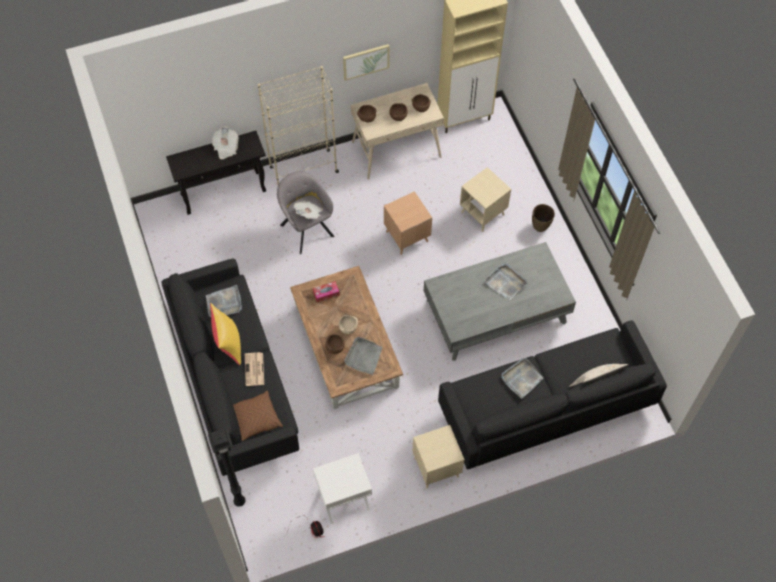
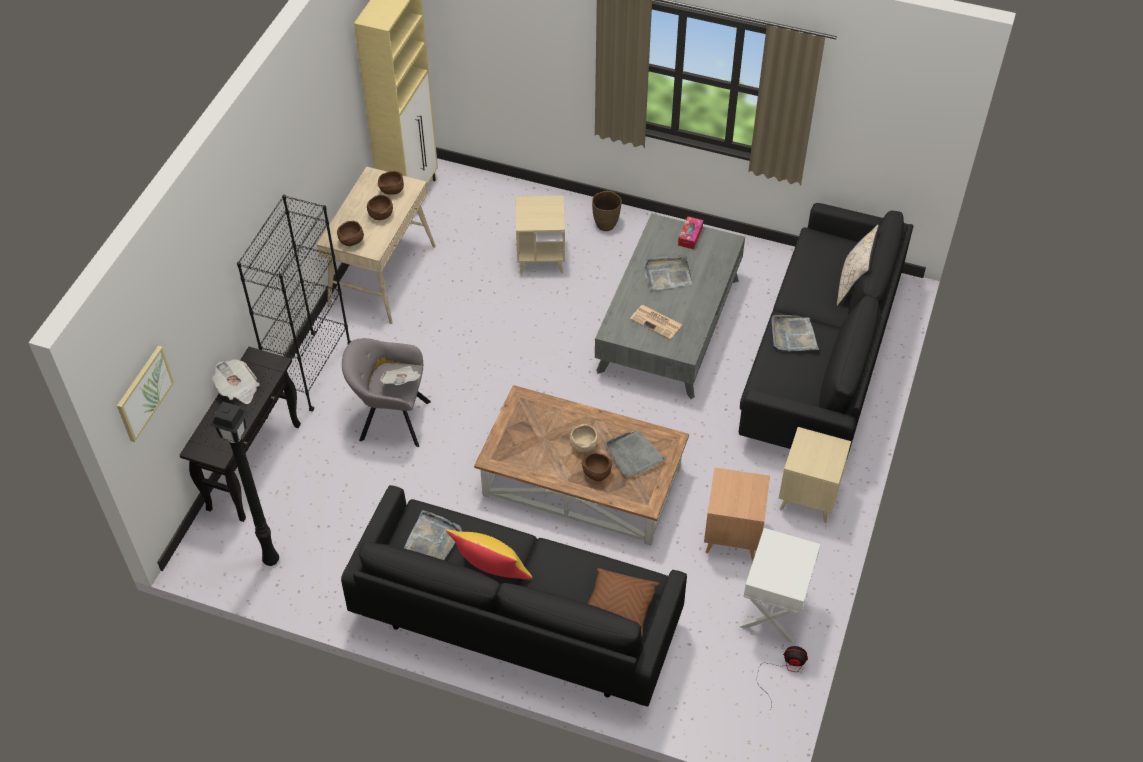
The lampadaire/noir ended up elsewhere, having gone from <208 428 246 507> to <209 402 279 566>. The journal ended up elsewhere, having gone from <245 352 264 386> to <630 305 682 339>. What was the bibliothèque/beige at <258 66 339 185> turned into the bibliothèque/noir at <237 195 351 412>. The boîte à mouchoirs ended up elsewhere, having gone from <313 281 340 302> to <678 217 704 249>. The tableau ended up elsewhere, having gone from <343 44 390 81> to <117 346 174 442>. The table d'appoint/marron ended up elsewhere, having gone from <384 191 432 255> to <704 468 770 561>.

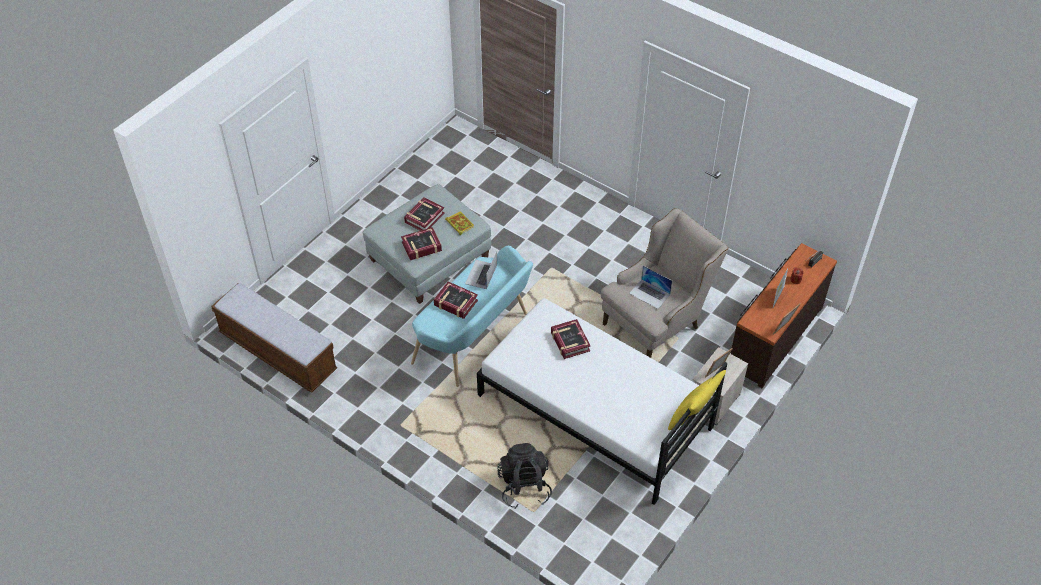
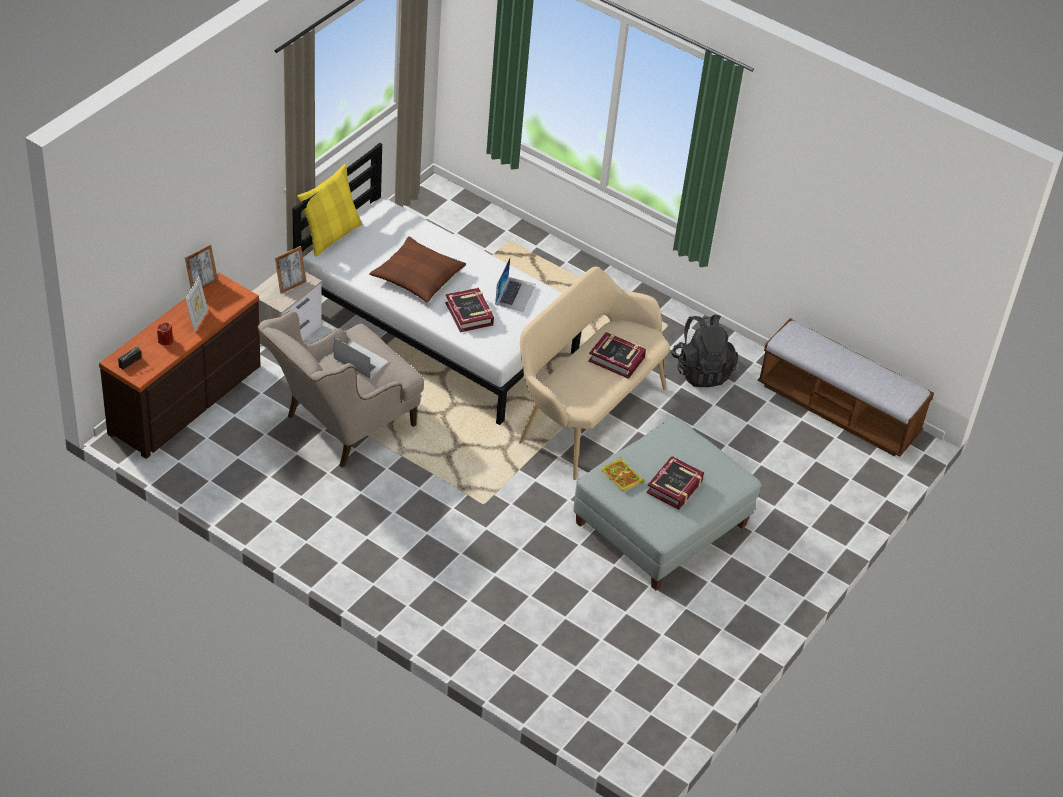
The second view lost the livre at <401 227 442 260>. What was the banc/turquoise at <411 246 533 387> turned into the banc/beige at <519 267 670 480>. The ordinateur portable ended up elsewhere, having gone from <465 251 497 289> to <495 258 536 312>. The sac à dos/noir ended up elsewhere, having gone from <498 443 552 509> to <671 315 738 387>. The second view gained the coussin/marron at <369 236 466 302>.

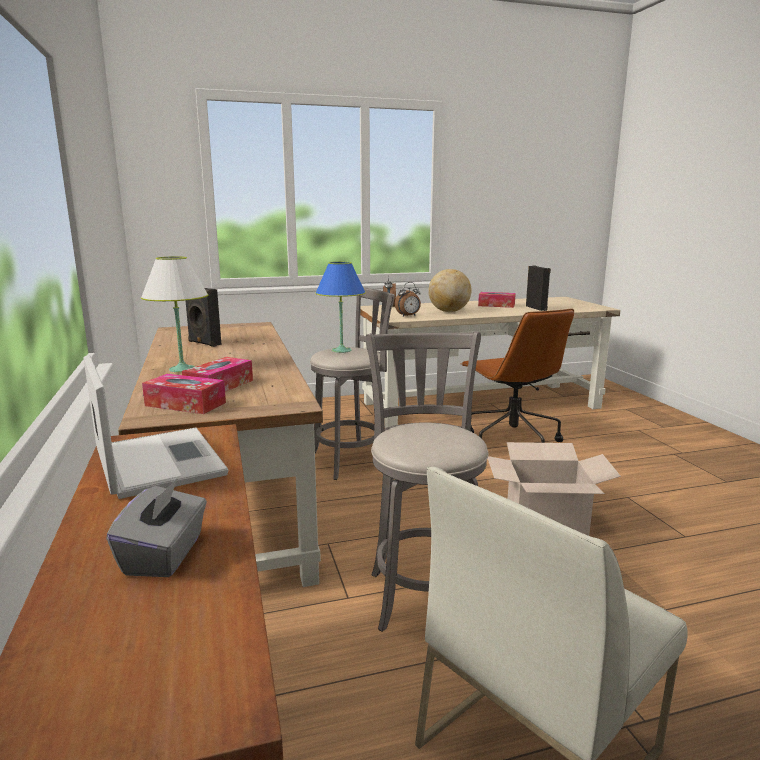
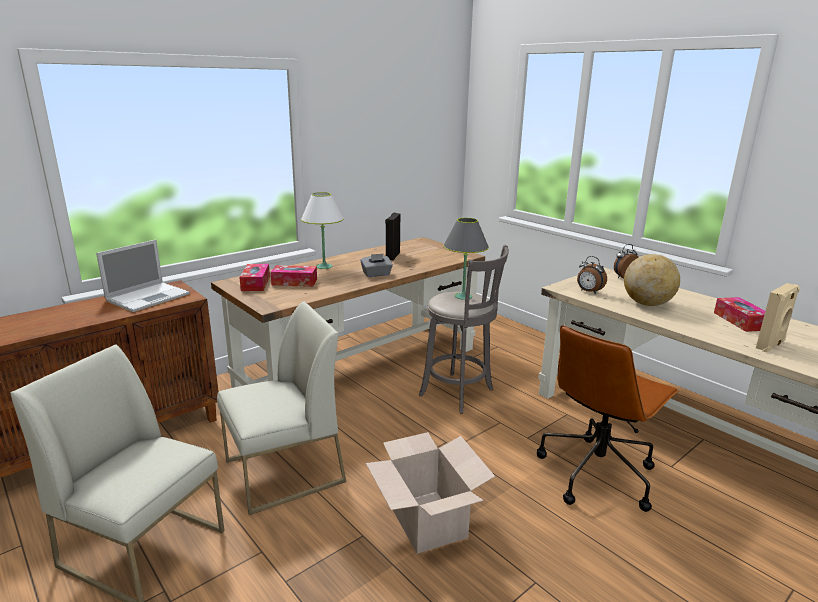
The boîte à mouchoirs/gris ended up elsewhere, having gone from <106 478 207 577> to <360 253 393 277>. What was the lampe de table/bleu at <315 262 366 353> turned into the lampe de table/gris at <443 218 489 300>. Where the tabouret/gris stood at <366 331 488 632>, the chaise/blanc came to stand at <217 301 346 515>. What was the enceinte/noir at <526 266 551 311> turned into the enceinte/beige at <756 283 800 353>.

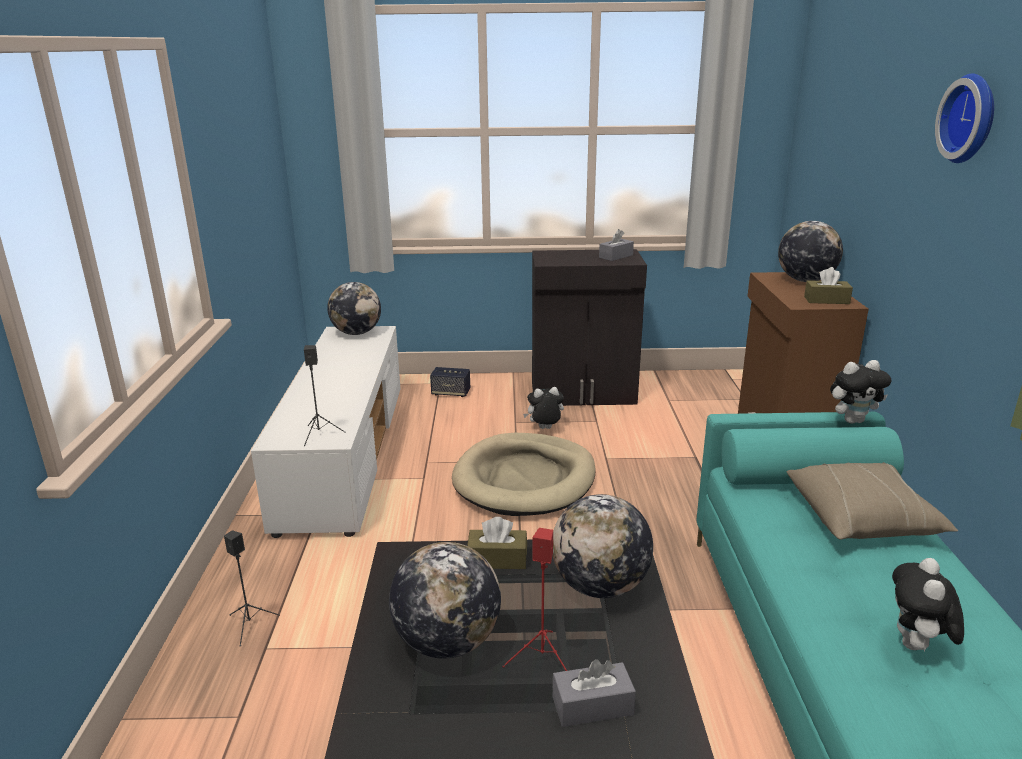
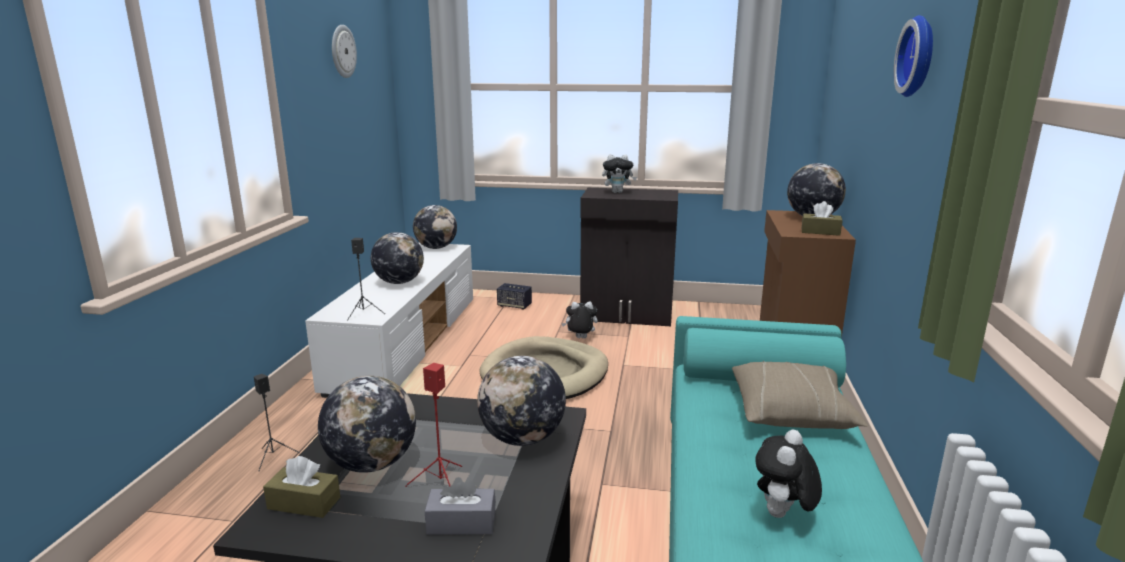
The boîte à mouchoirs/marron ended up elsewhere, having gone from <467 517 527 569> to <263 456 340 518>. The second view lost the boîte à mouchoirs/gris at <599 229 634 261>. The peluche ended up elsewhere, having gone from <830 360 891 424> to <602 154 637 193>. The second view gained the horloge murale at <332 25 357 78>. The second view gained the globe at <371 232 424 284>.

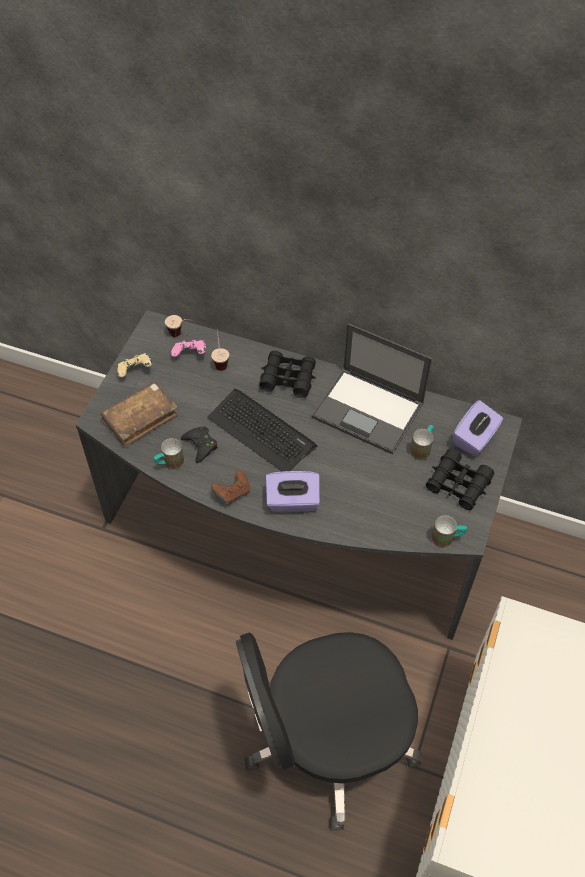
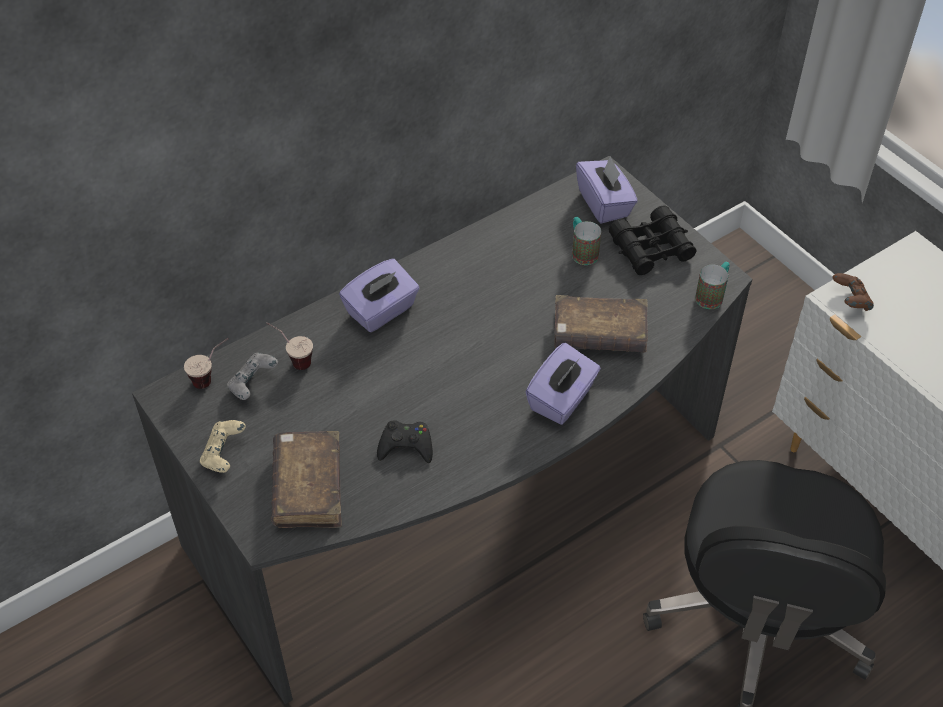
The second view lost the mug at <154 438 184 470>. What was the manette/rose at <171 340 206 357> turned into the manette/gris at <227 352 278 400>. The second view lost the clavier at <207 389 317 472>. The manette/marron ended up elsewhere, having gone from <211 470 250 504> to <833 273 874 311>. Where the jumelles/noir stood at <259 351 316 398>, the boîte à mouchoirs/violet came to stand at <339 259 420 332>. The second view lost the ordinateur portable at <312 323 432 454>. The second view gained the livre/marron at <554 295 648 353>.

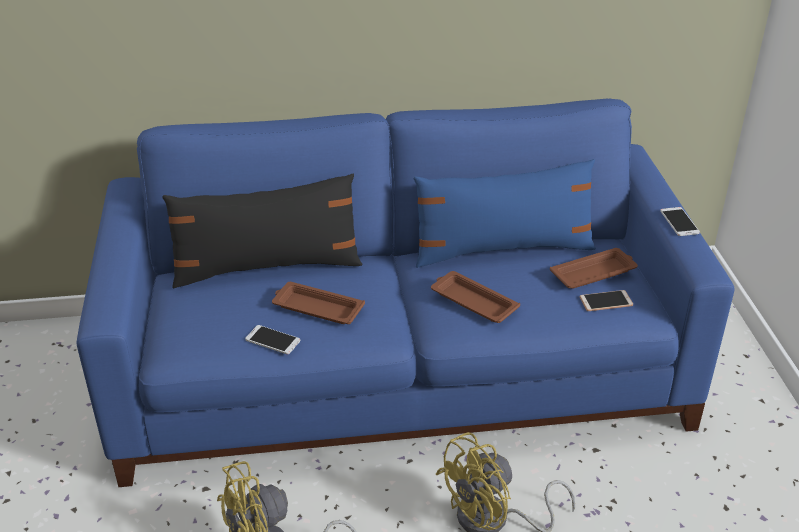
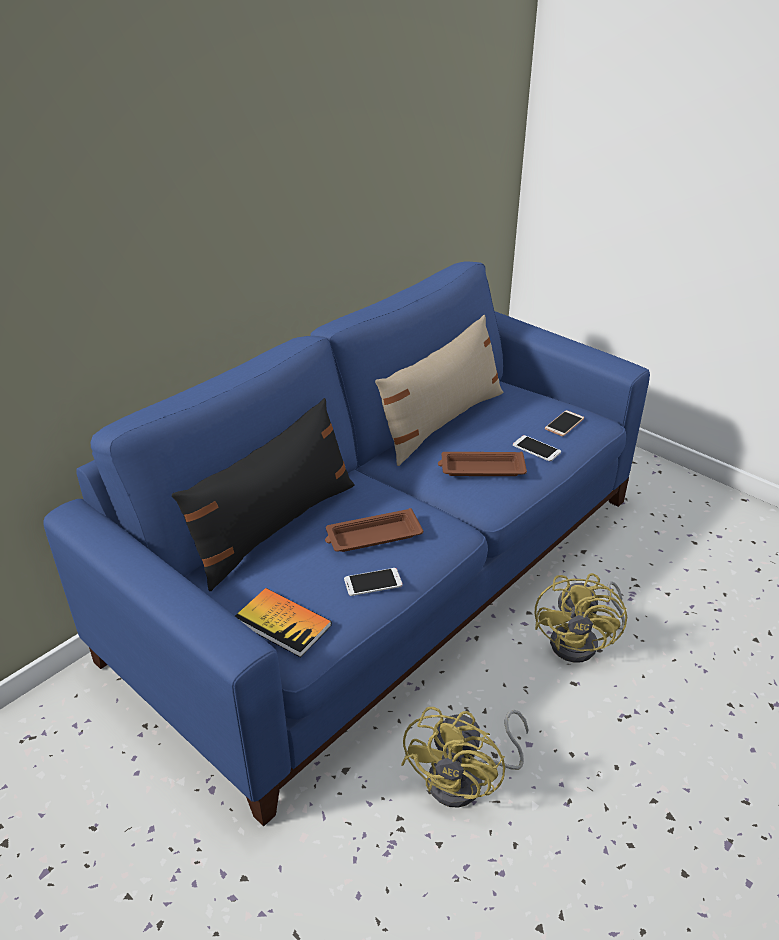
What was the coussin/bleu at <414 159 596 268> turned into the coussin/beige at <375 315 503 466>. The second view lost the plateau/marron at <550 248 638 289>. The téléphone ended up elsewhere, having gone from <660 207 700 236> to <513 435 561 461>. The second view gained the livre at <235 588 332 658>.

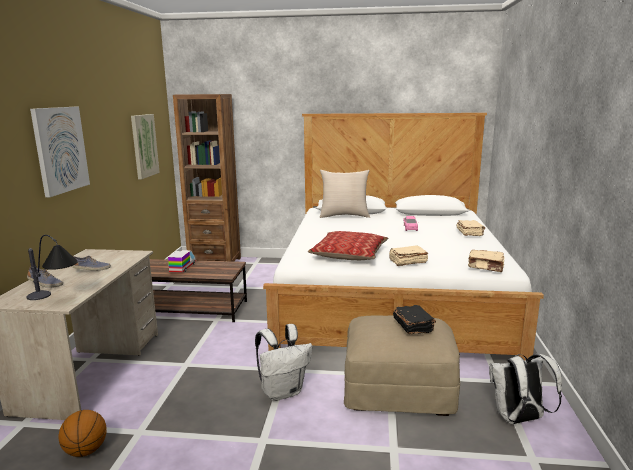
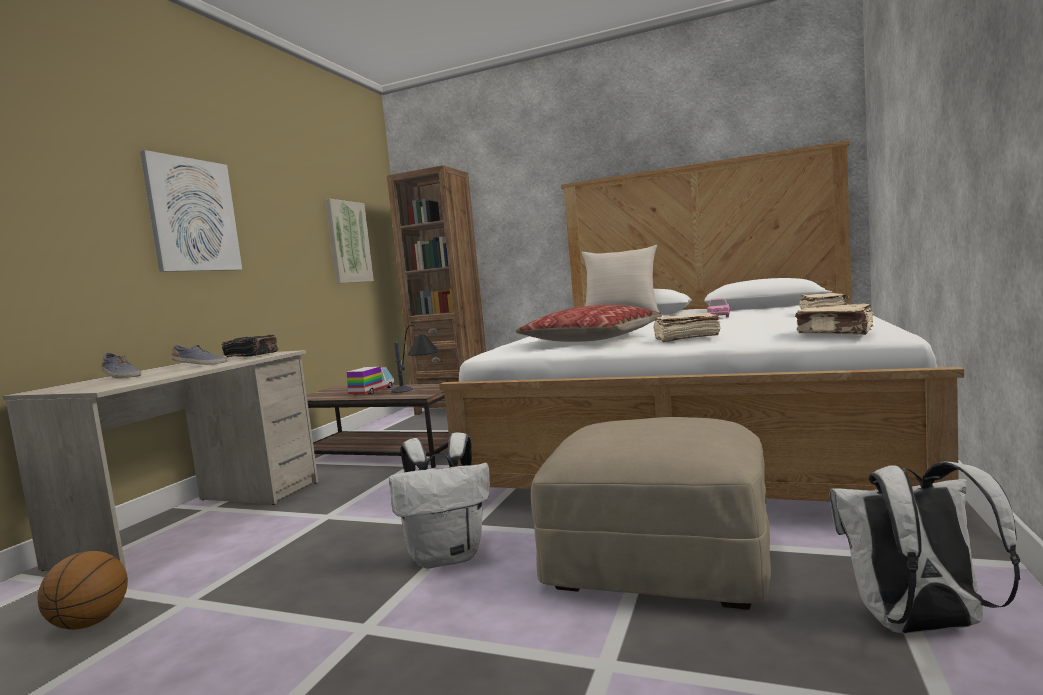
The lampe de table ended up elsewhere, having gone from <27 235 78 300> to <391 324 439 393>. The livre/noir ended up elsewhere, having gone from <393 305 436 334> to <222 335 279 357>.

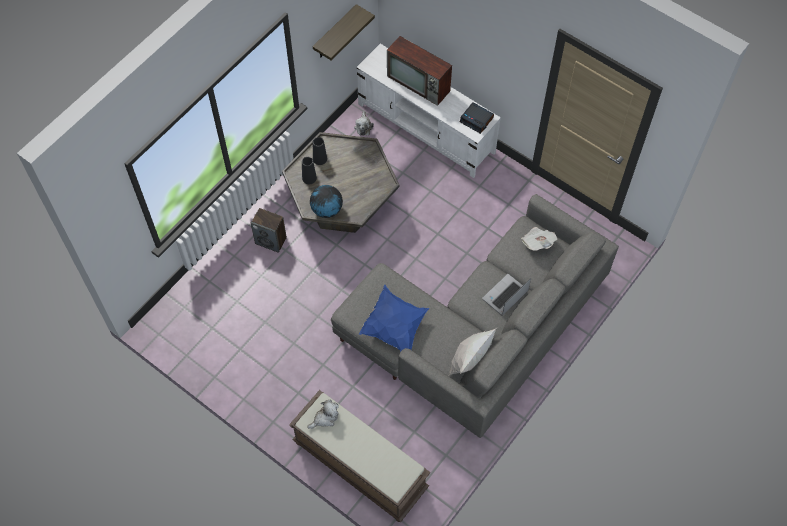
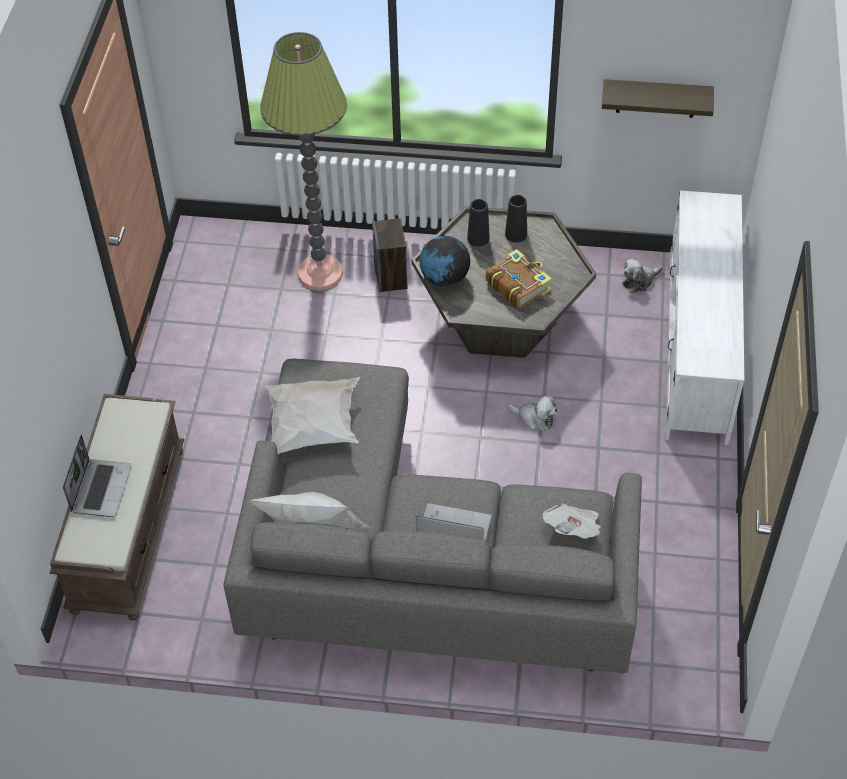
The peluche ended up elsewhere, having gone from <307 400 339 429> to <509 395 557 431>. What was the coussin/bleu at <359 285 430 352> turned into the coussin/blanc at <265 377 360 454>. The second view lost the téléviseur at <387 36 452 106>. The second view lost the réveil at <460 102 494 134>. The second view gained the ordinateur portable at <63 435 132 517>. The second view gained the lampadaire at <260 32 347 290>. The second view gained the livre at <486 249 552 309>.

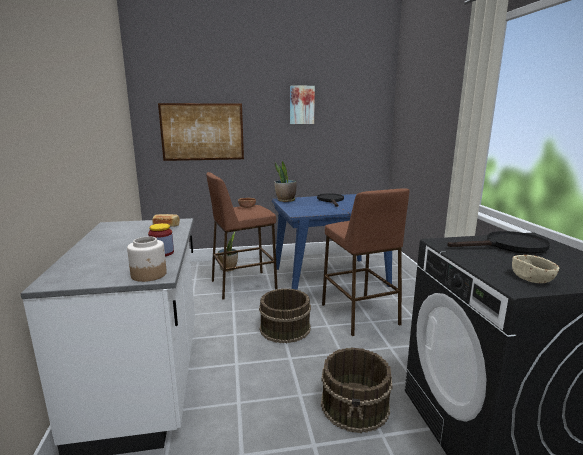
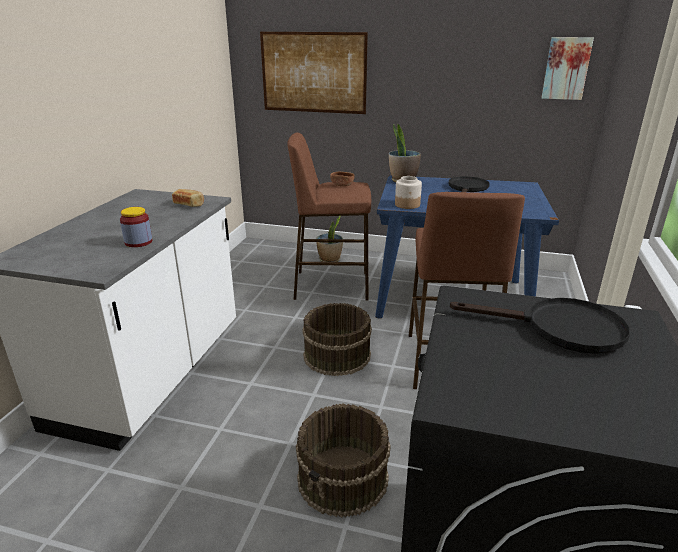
The bocal ended up elsewhere, having gone from <127 236 167 282> to <395 176 422 209>. The tableau ended up elsewhere, having gone from <290 85 315 124> to <542 37 594 100>. The second view lost the bol/beige at <512 255 559 283>.

